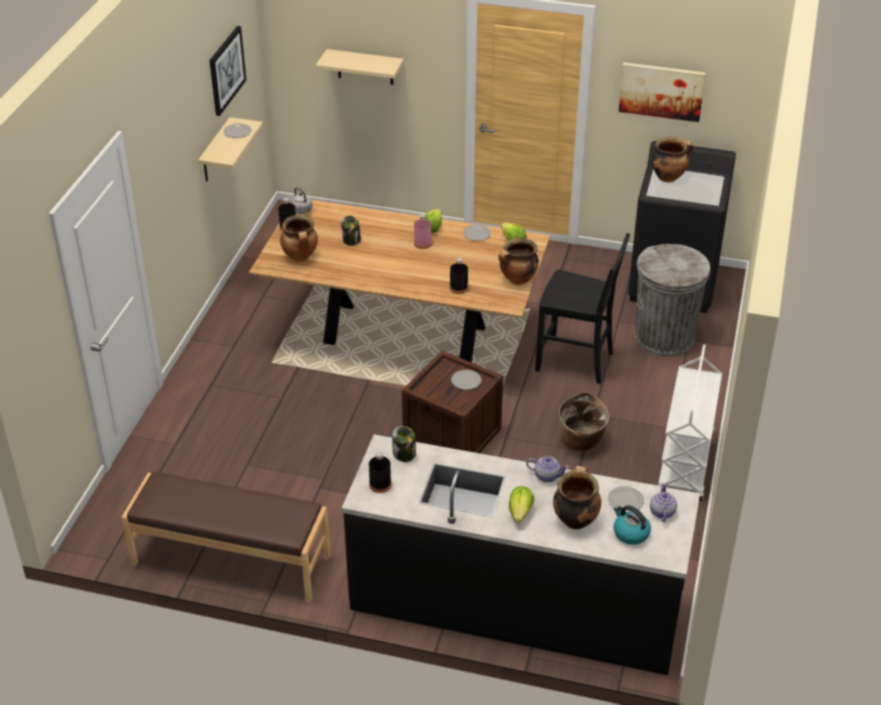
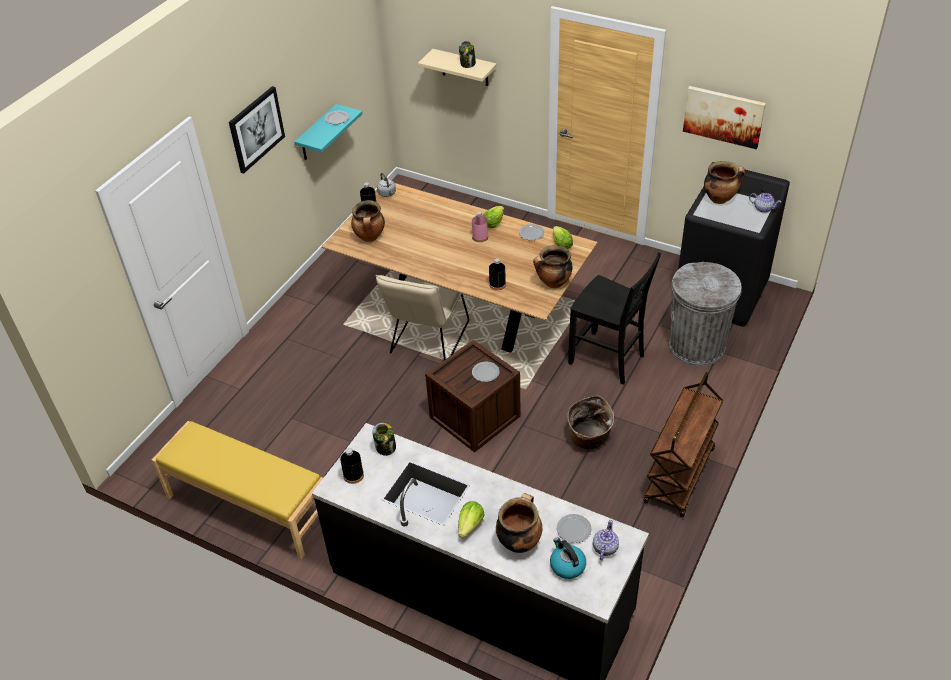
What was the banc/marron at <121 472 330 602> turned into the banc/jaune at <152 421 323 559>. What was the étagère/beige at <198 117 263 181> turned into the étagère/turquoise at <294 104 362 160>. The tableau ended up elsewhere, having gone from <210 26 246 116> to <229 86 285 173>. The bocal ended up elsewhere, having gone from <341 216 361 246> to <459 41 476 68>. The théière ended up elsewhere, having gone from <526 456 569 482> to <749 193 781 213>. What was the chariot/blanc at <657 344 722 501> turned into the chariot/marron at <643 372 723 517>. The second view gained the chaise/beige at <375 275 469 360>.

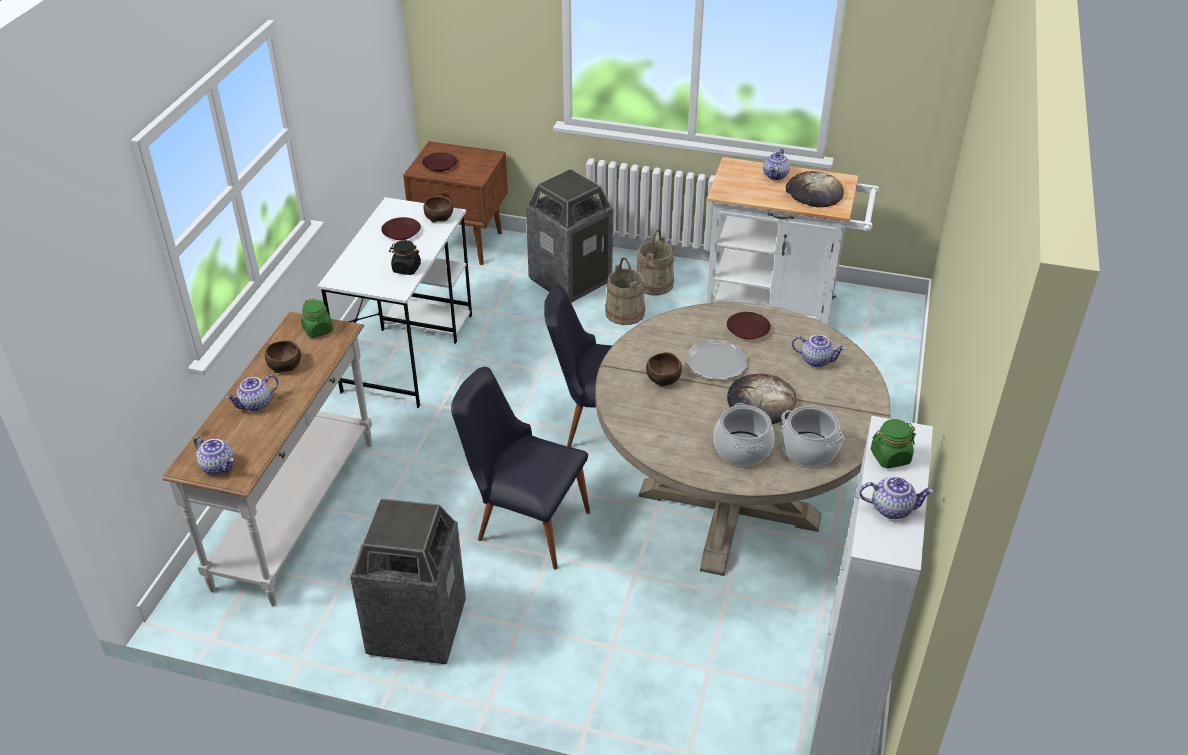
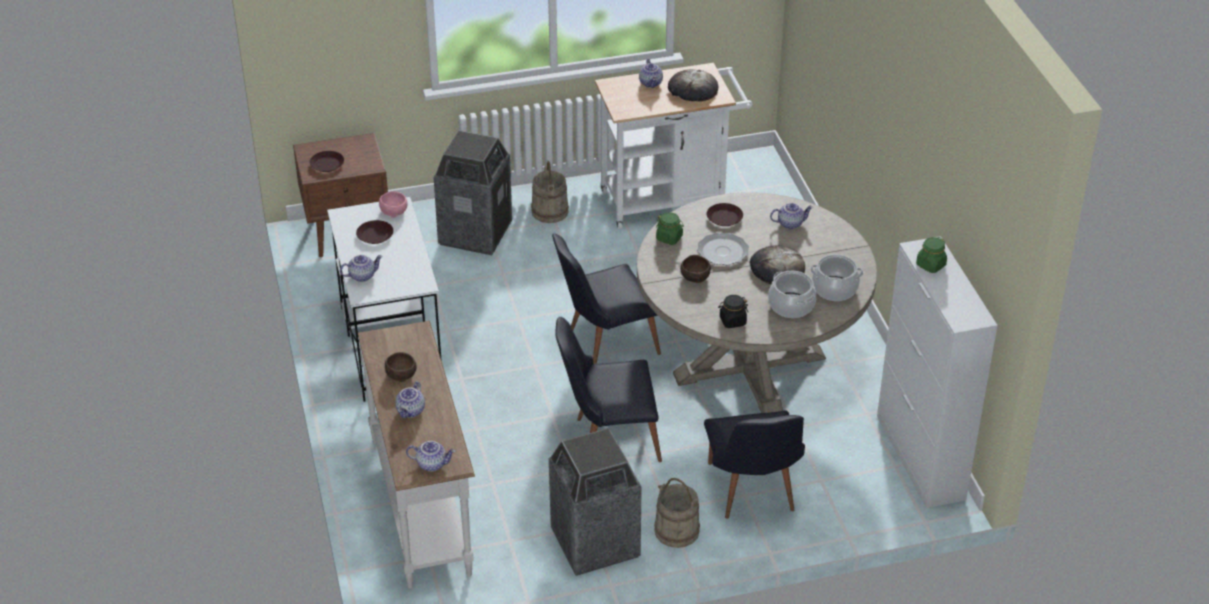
The bocal/vert ended up elsewhere, having gone from <301 299 333 338> to <656 212 684 245>. The bocal/noir ended up elsewhere, having gone from <389 240 421 275> to <718 295 748 328>. What was the bol/marron at <424 196 453 222> turned into the bol/rose at <379 191 408 218>. The seau/beige ended up elsewhere, having gone from <605 257 645 325> to <654 478 700 548>. The théière ended up elsewhere, having gone from <859 476 934 519> to <340 255 383 282>. The second view gained the chaise/noir at <704 411 805 519>.

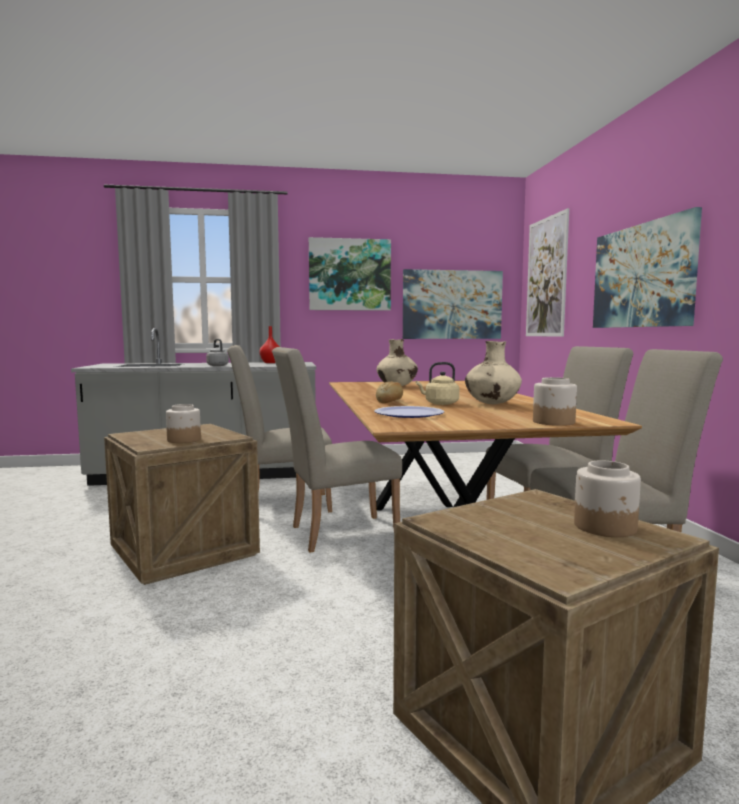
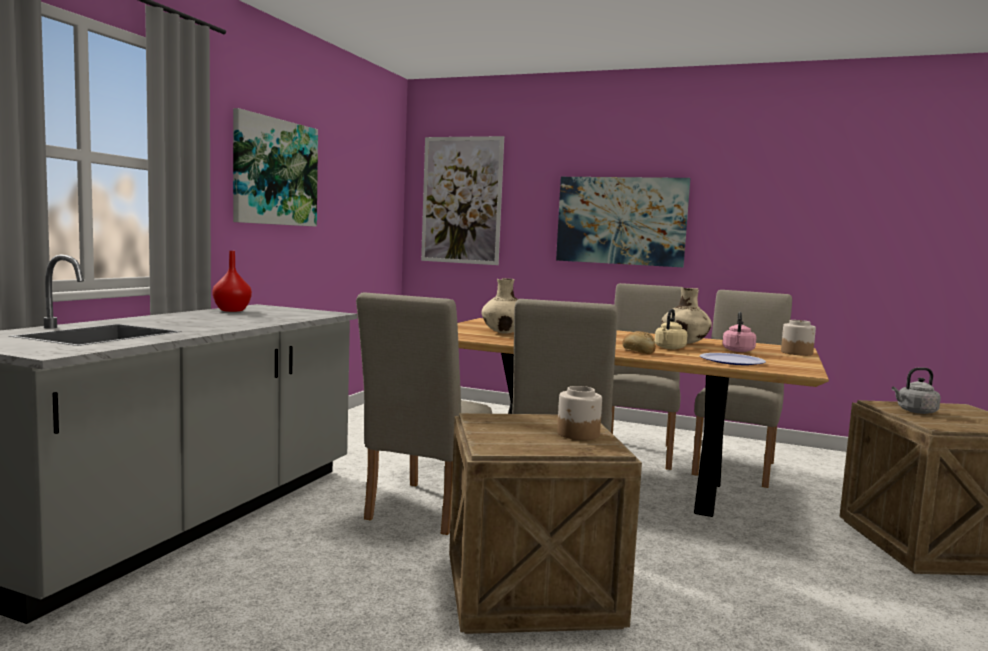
The bouilloire/gris ended up elsewhere, having gone from <206 339 229 366> to <892 367 941 414>. The second view lost the tableau at <403 269 503 339>. The second view lost the bocal at <574 460 641 537>. The second view gained the bouilloire/rose at <722 312 756 352>.

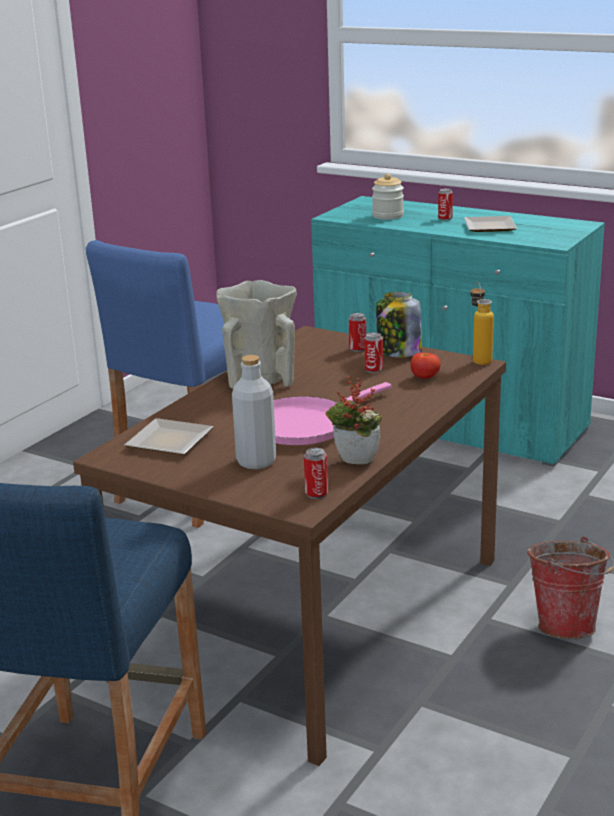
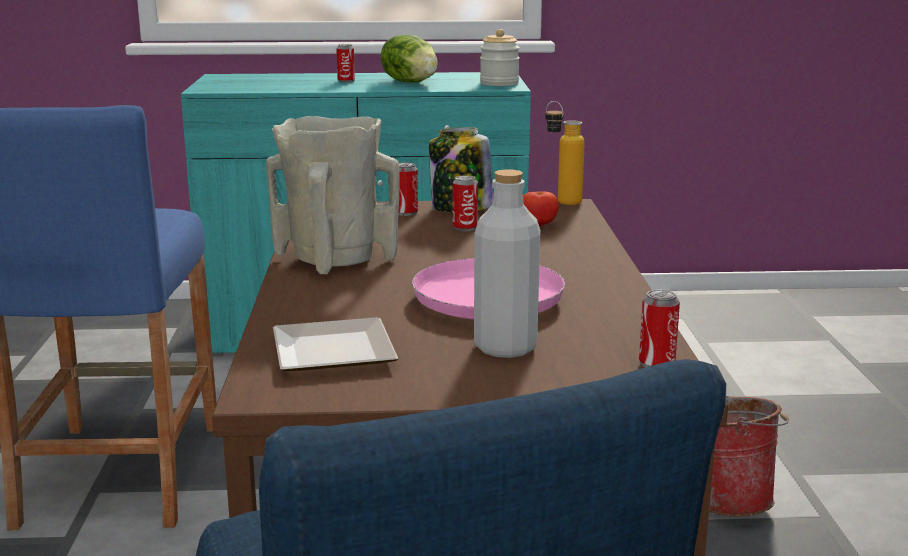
The second view lost the plante en pot at <325 375 382 464>. The bocal ended up elsewhere, having gone from <372 174 404 220> to <480 29 520 86>. Where the assiette stood at <464 216 517 232>, the laitue came to stand at <381 34 438 82>.

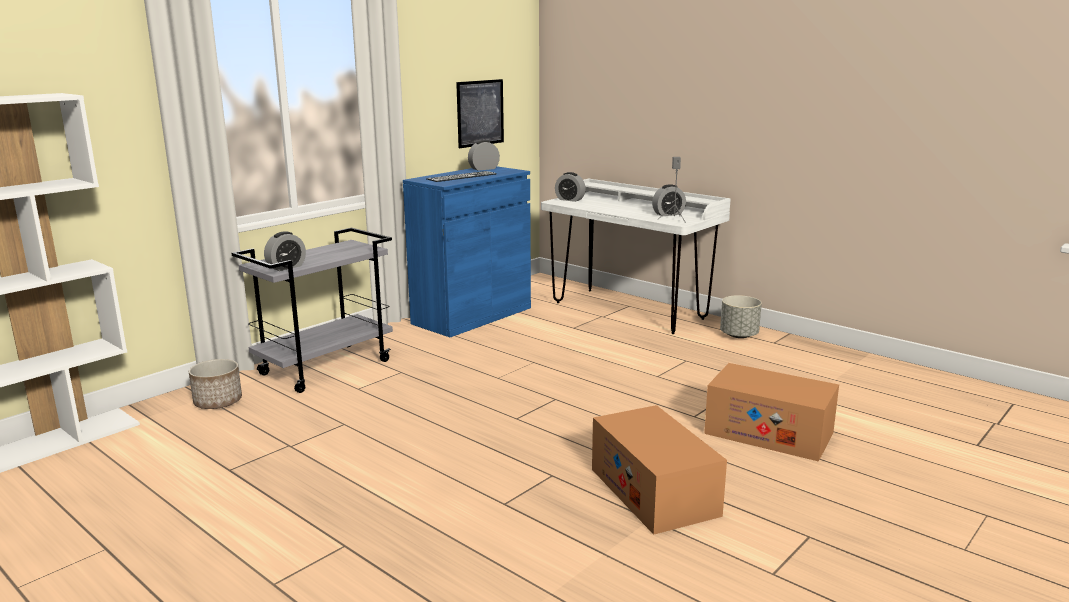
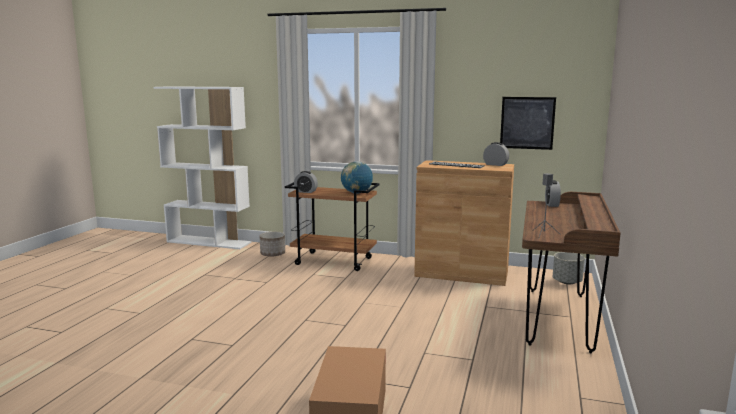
What was the chariot/gris at <231 228 393 393> turned into the chariot/marron at <285 182 380 271>. What was the meuble de rangement/bleu at <403 166 531 337> turned into the meuble de rangement/marron at <414 160 514 286>. What was the bureau/blanc at <541 179 731 334> turned into the bureau/marron at <522 192 621 353>. The second view lost the carton at <592 405 727 535>. The second view lost the réveil at <652 184 686 216>. The cache-pot/gris ended up elsewhere, having gone from <720 295 762 338> to <553 252 585 284>. The second view gained the globe at <341 161 373 194>.

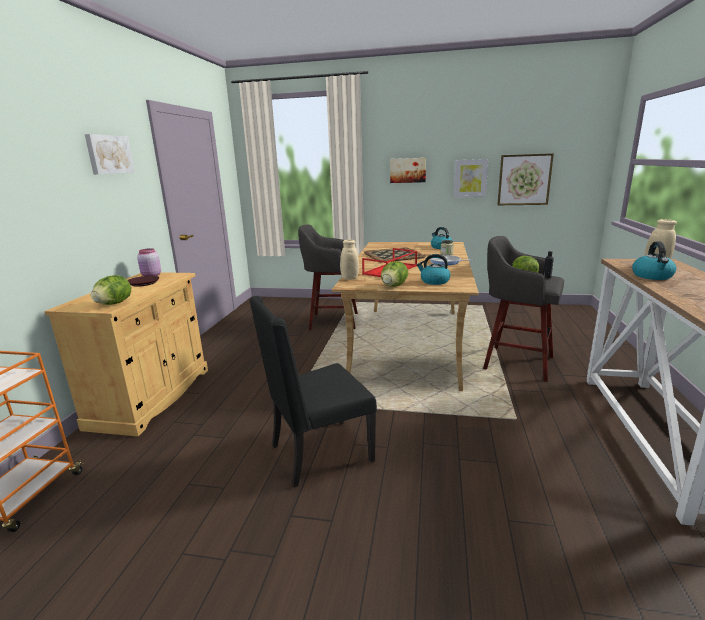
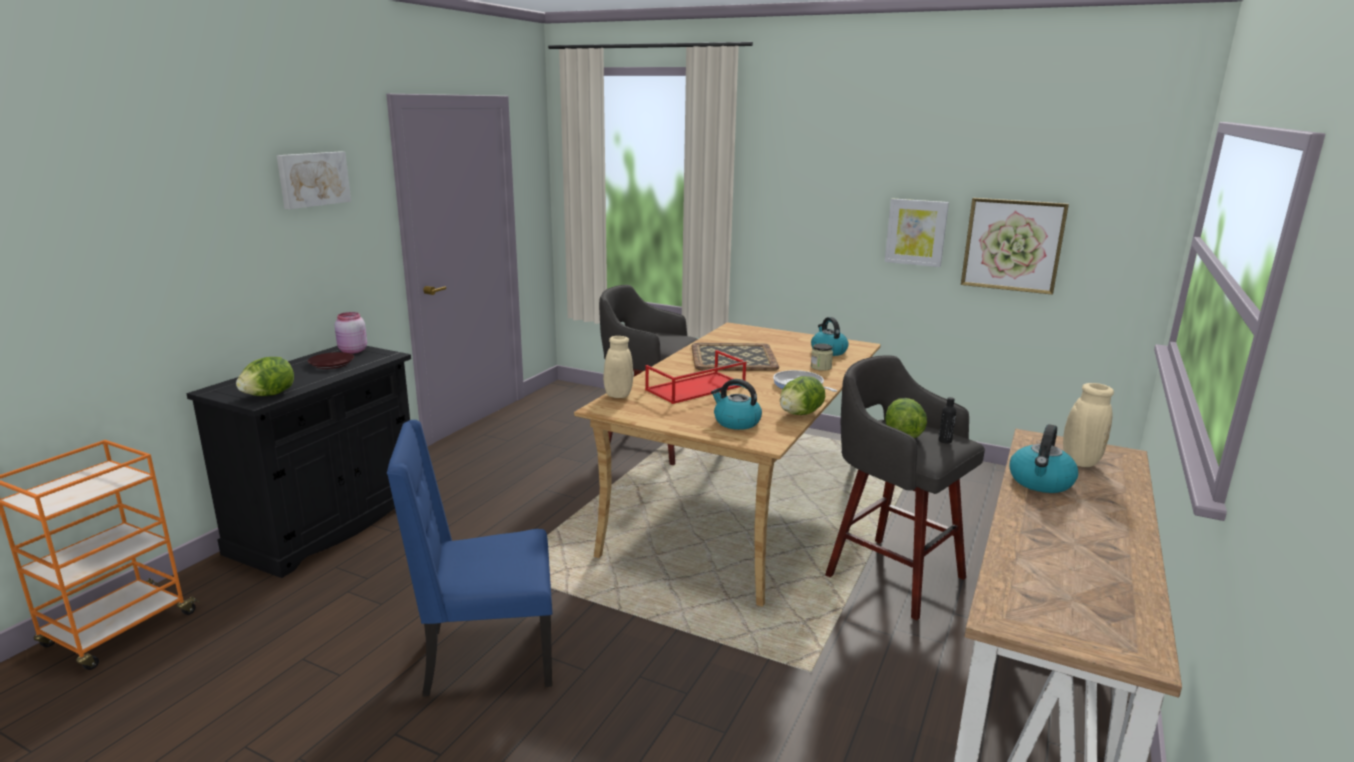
What was the meuble de rangement/beige at <44 272 208 436> turned into the meuble de rangement/noir at <187 346 411 578>. What was the chaise/noir at <249 296 377 487> turned into the chaise/bleu at <387 420 553 697>. The laitue ended up elsewhere, having gone from <381 261 408 287> to <780 376 825 415>. The second view lost the tableau at <390 158 426 183>.

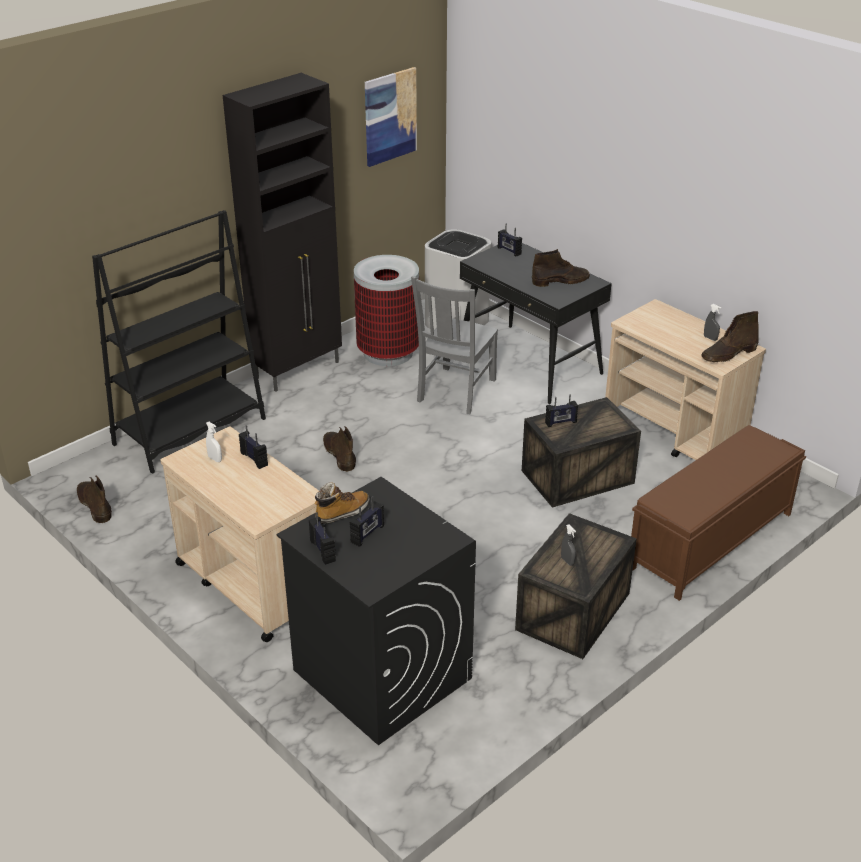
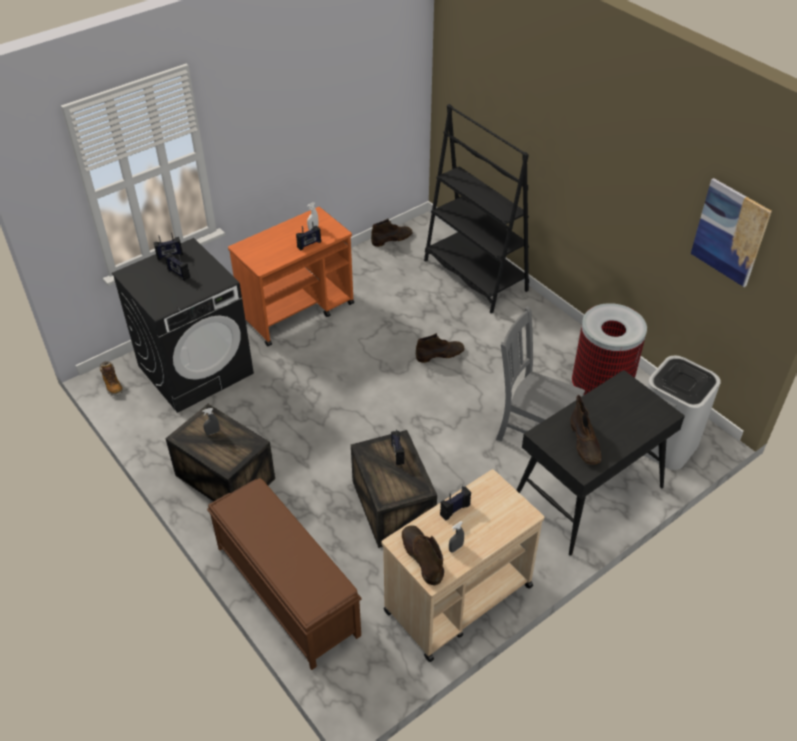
What was the chariot/beige at <161 426 319 642> turned into the chariot/orange at <228 207 354 346>. The second view lost the meuble de rangement/noir at <222 73 342 392>. The botte ended up elsewhere, having gone from <314 482 369 524> to <100 361 123 396>. The radio ended up elsewhere, having gone from <498 224 522 257> to <440 486 471 521>.

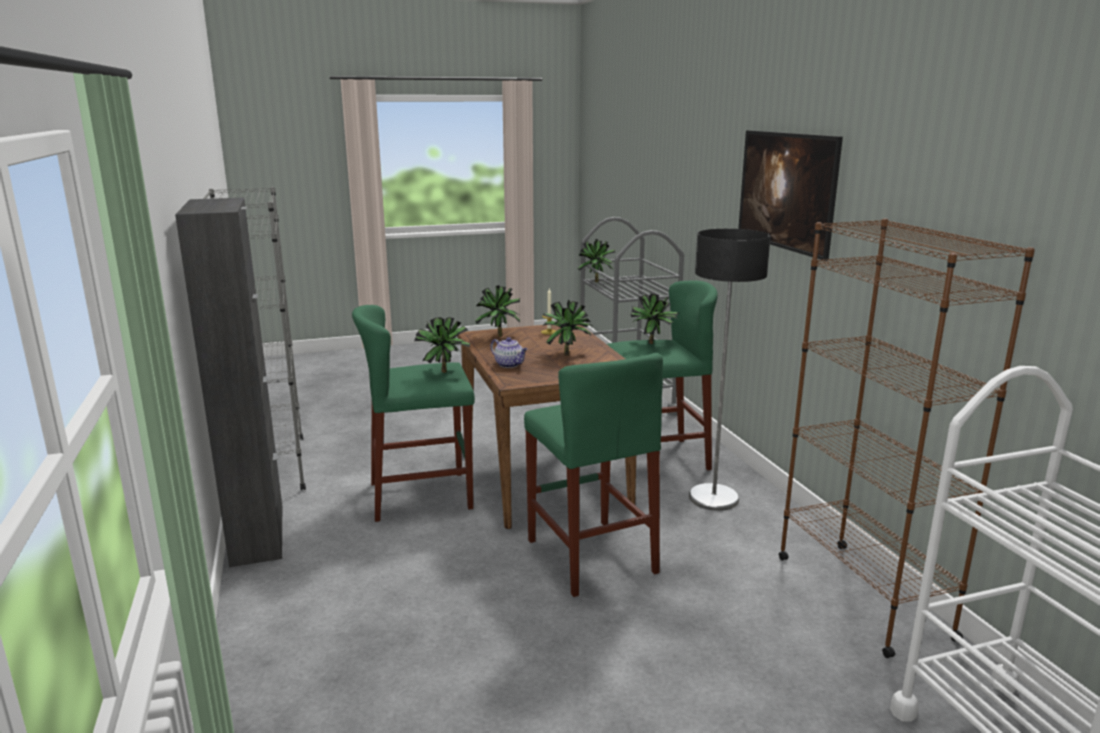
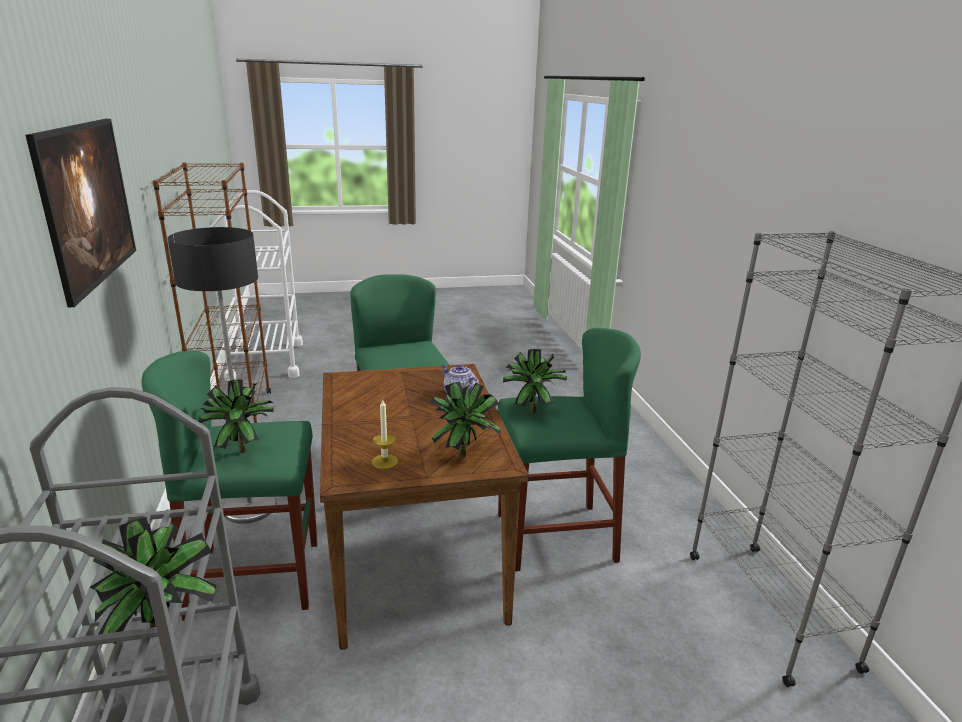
The second view lost the meuble de rangement/noir at <175 198 283 567>. The second view lost the plante en pot at <543 300 592 356>.

